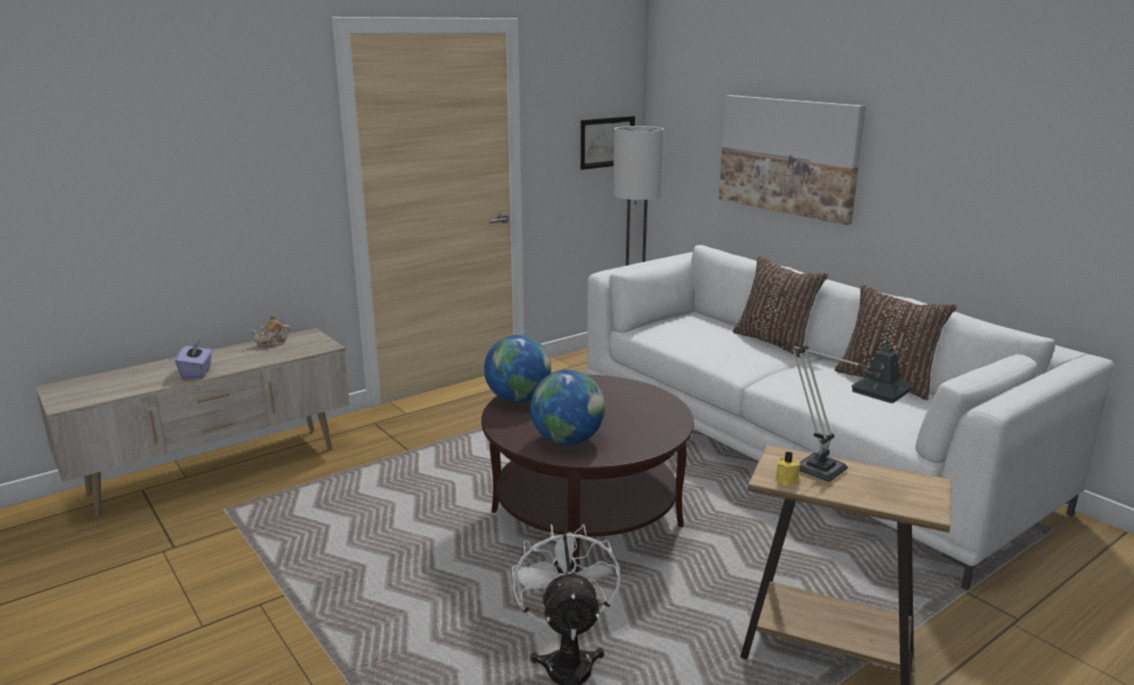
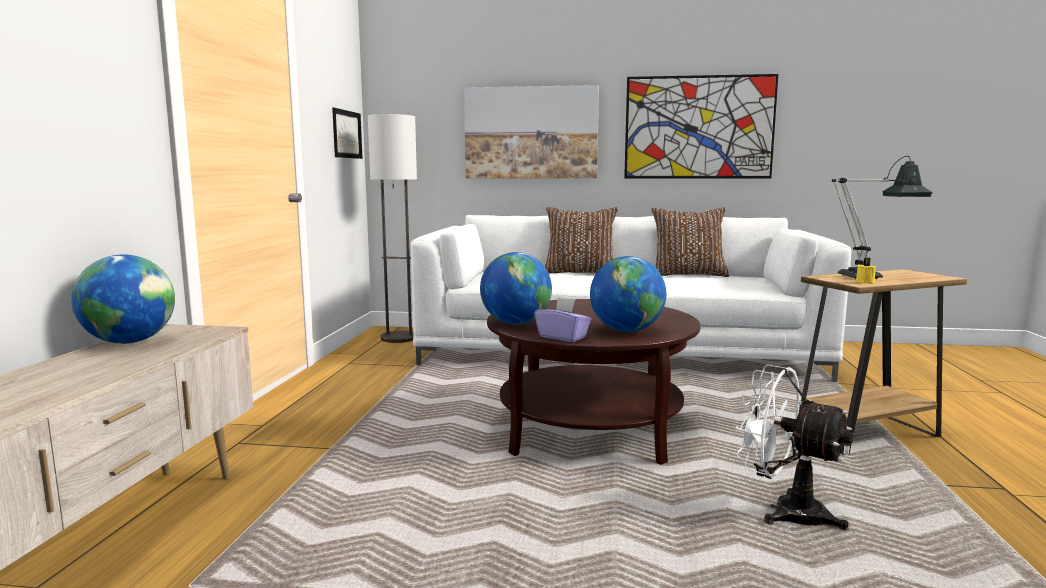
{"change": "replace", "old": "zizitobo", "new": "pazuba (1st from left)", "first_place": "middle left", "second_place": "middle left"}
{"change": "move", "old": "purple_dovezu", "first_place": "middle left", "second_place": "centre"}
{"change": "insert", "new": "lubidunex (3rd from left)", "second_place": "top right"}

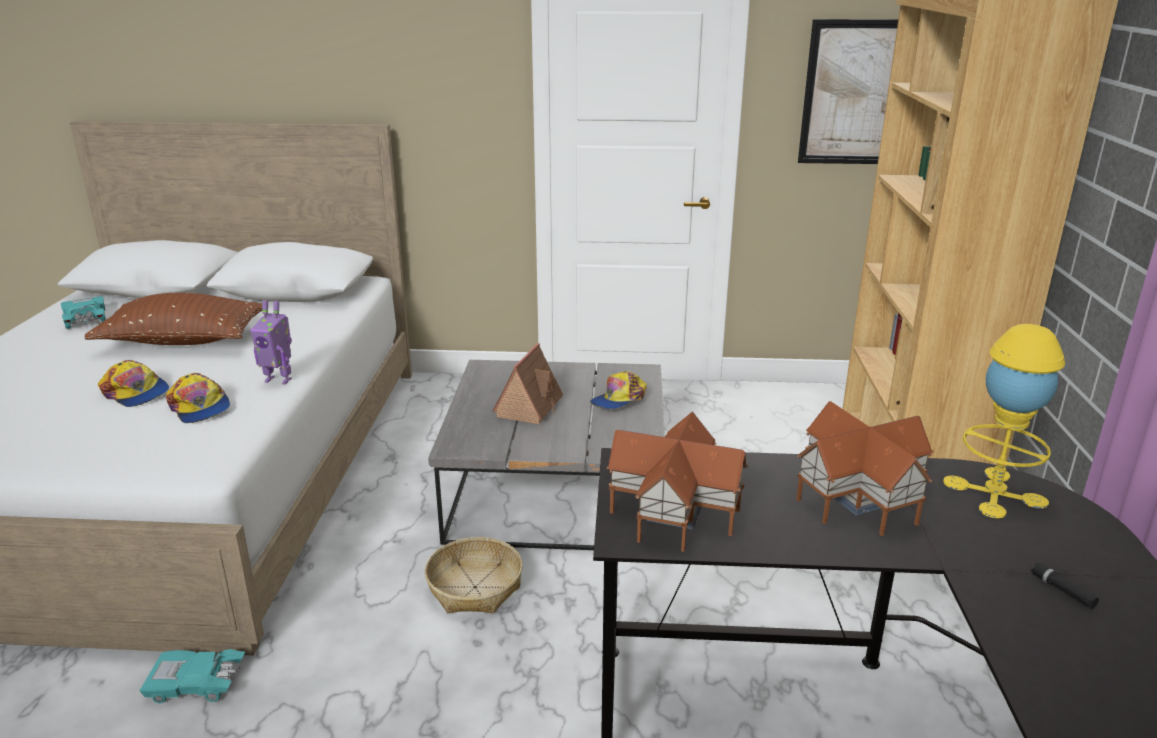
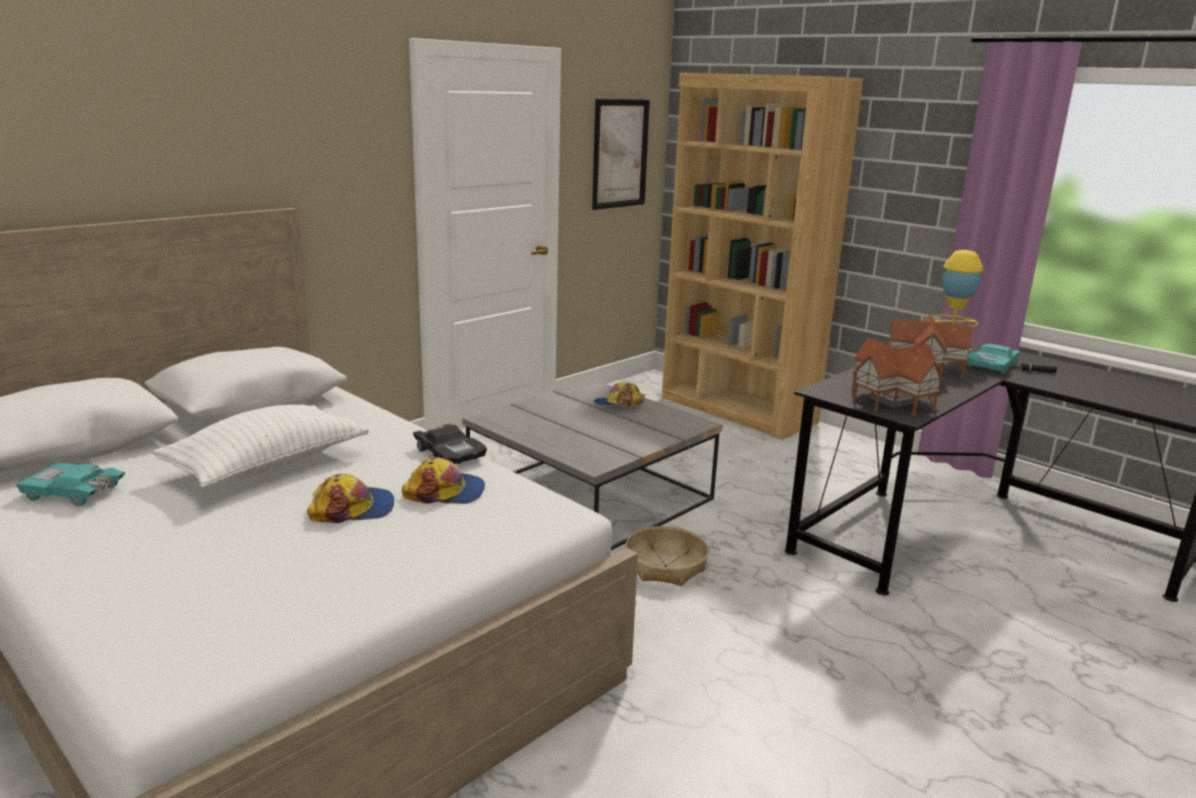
{"change": "recolor", "old": "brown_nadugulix", "new": "white_nadugulix", "first_place": "middle left", "second_place": "middle left"}
{"change": "replace", "old": "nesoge", "new": "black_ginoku", "first_place": "middle left", "second_place": "centre"}
{"change": "rotate", "old": "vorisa (3rd from left)", "first_place": "centre", "second_place": "centre", "degrees": 90}
{"change": "move", "old": "turquoise_ginoku (2nd from left)", "first_place": "bottom left", "second_place": "middle right"}
{"change": "delete", "old": "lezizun (1st from left)", "first_place": "centre"}

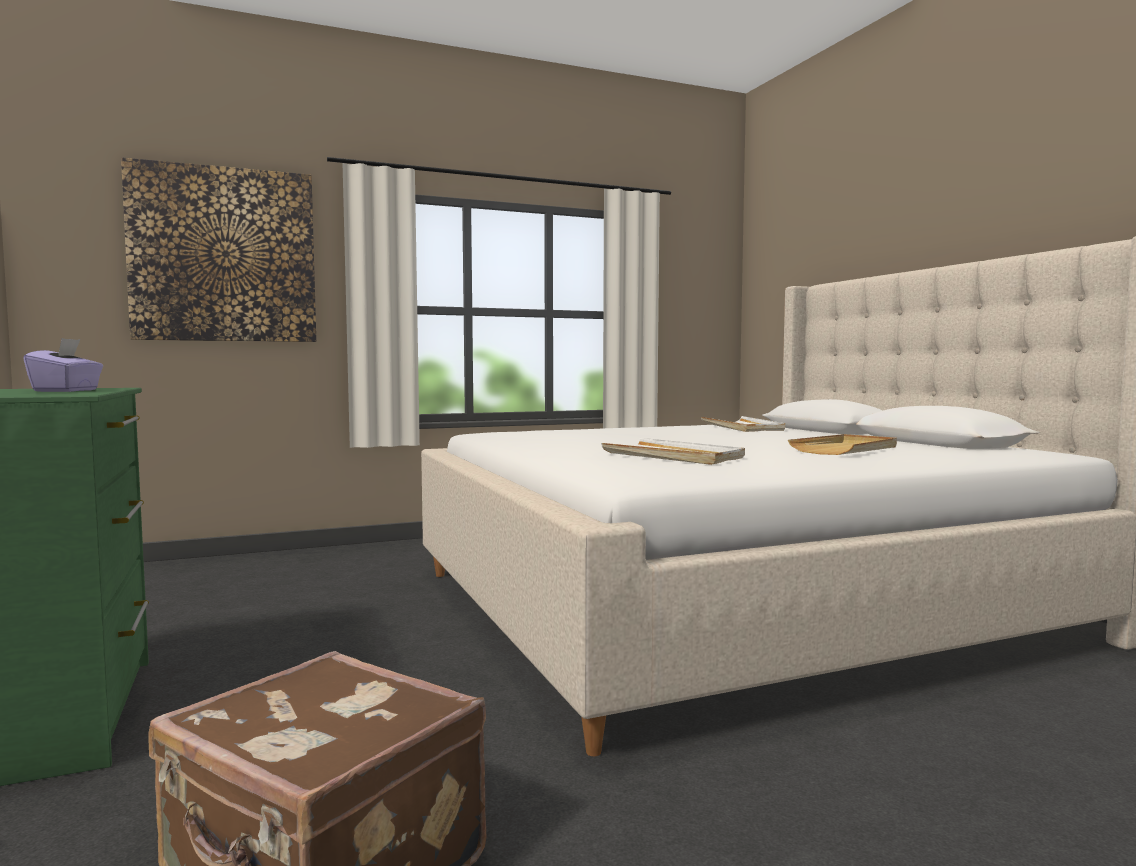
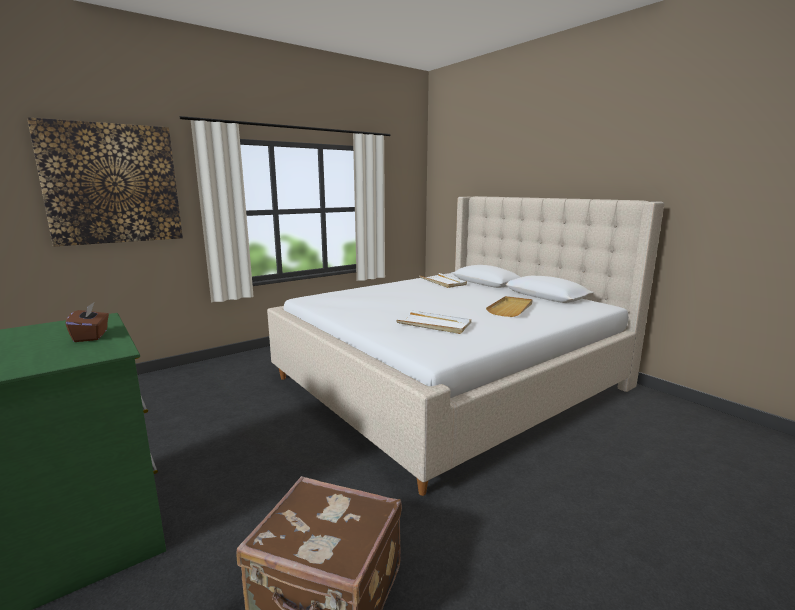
{"change": "recolor", "old": "purple_dovezu", "new": "brown_dovezu", "first_place": "middle left", "second_place": "middle left"}

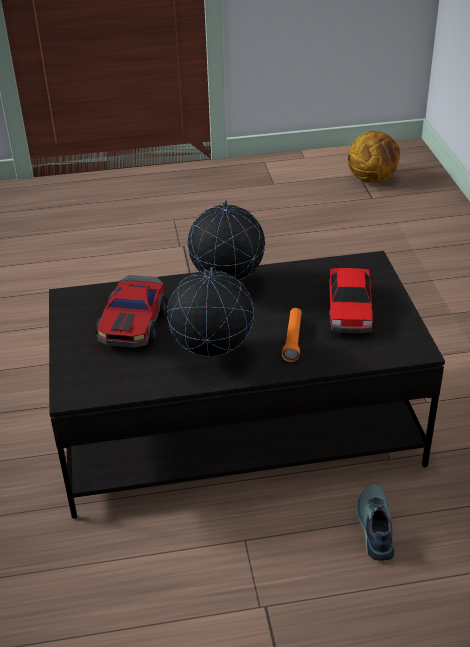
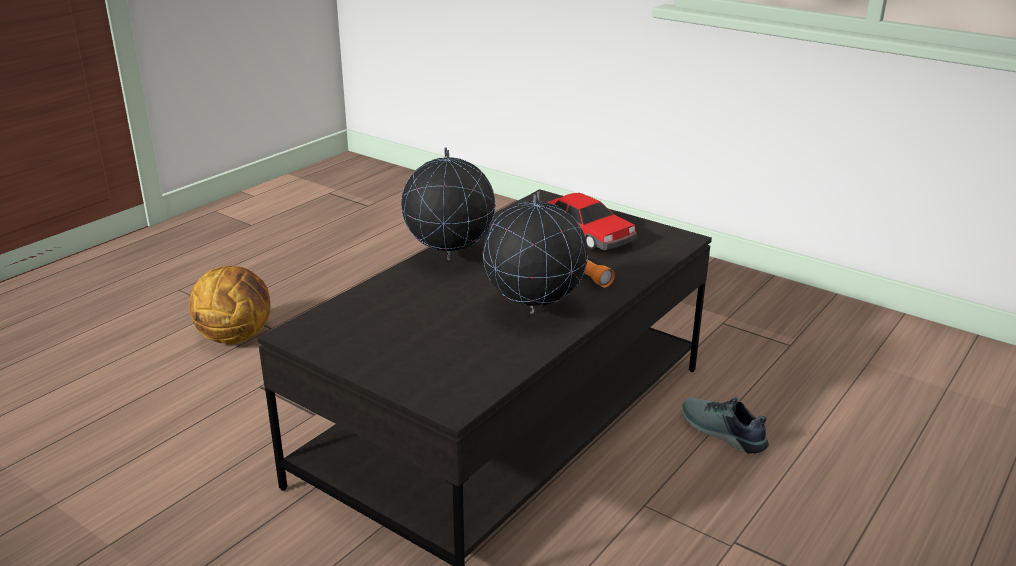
{"change": "move", "old": "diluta", "first_place": "top right", "second_place": "middle left"}
{"change": "delete", "old": "ginoku (1st from left)", "first_place": "middle left"}

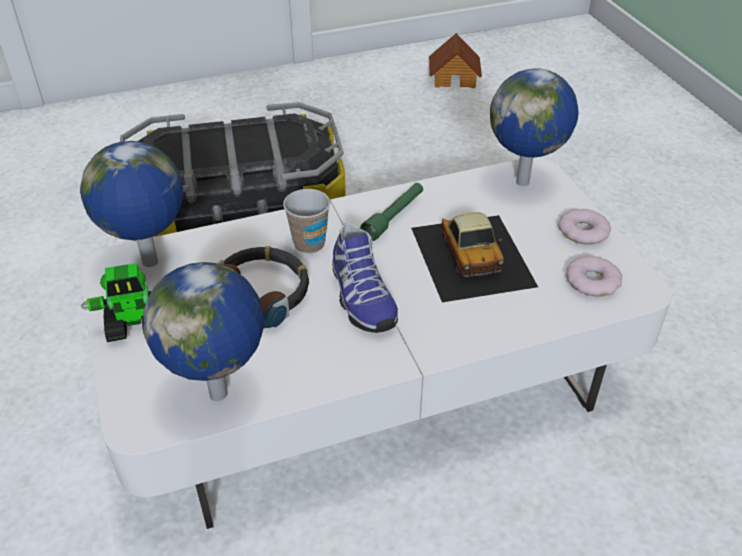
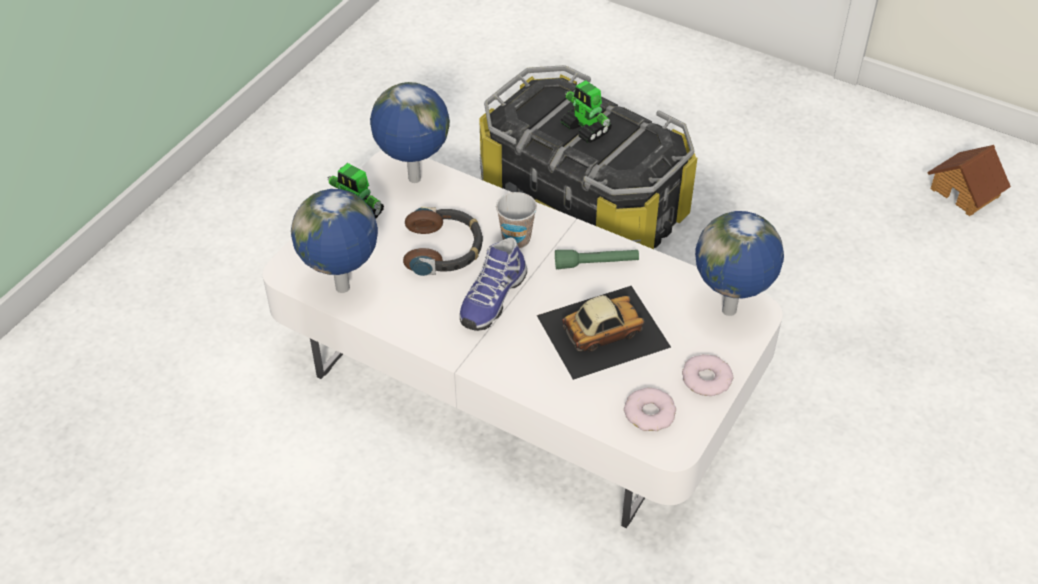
{"change": "rotate", "old": "ginoku", "first_place": "centre", "second_place": "centre", "degrees": -150}
{"change": "insert", "new": "nesoge (2nd from left)", "second_place": "top centre"}

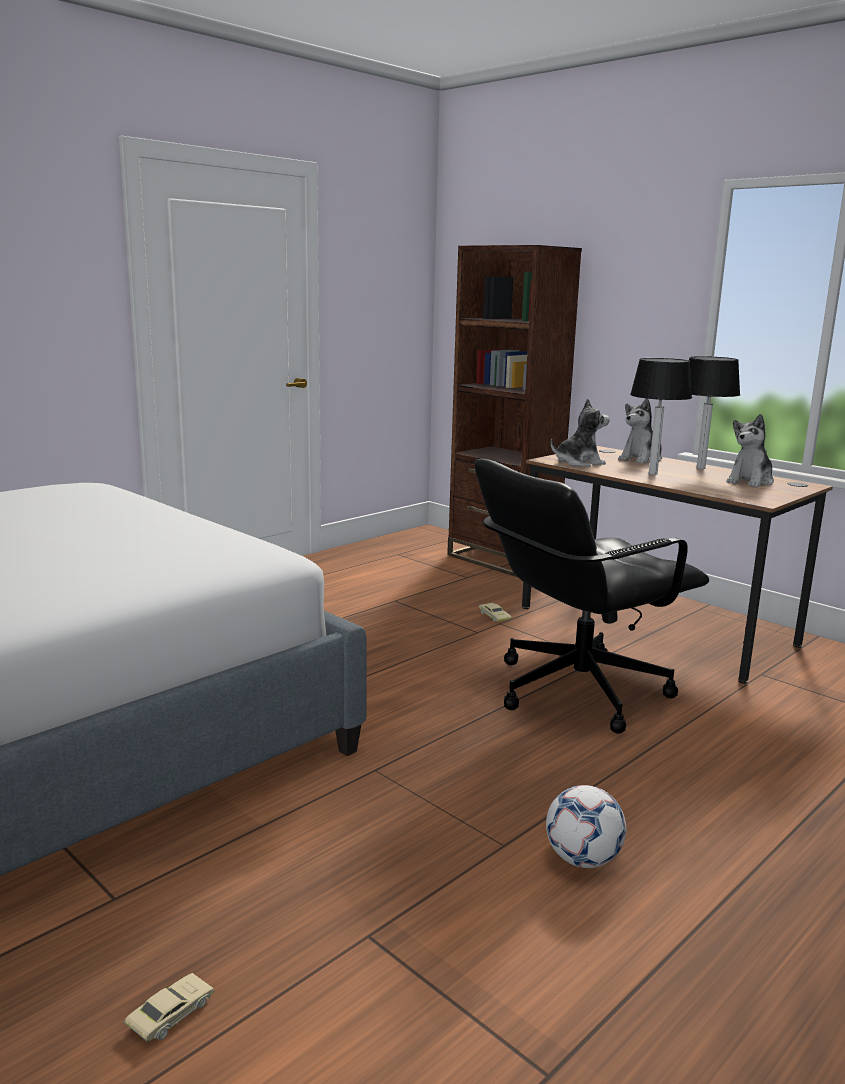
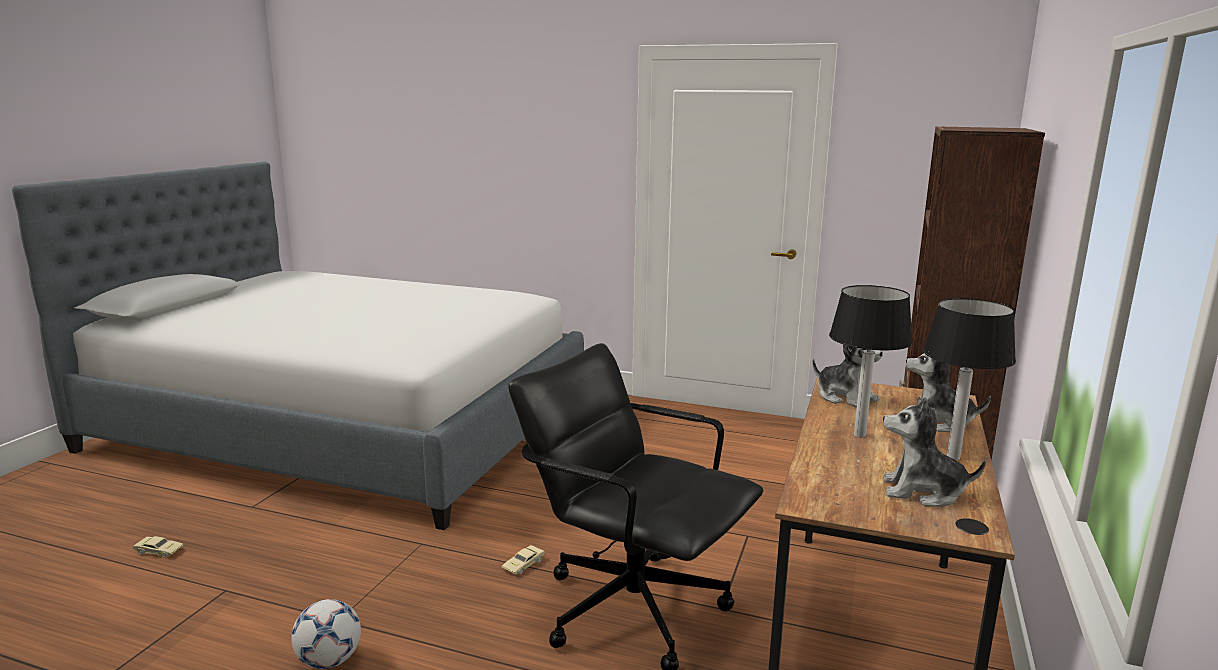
{"change": "move", "old": "beige_ginoku (2nd from left)", "first_place": "centre", "second_place": "bottom centre"}

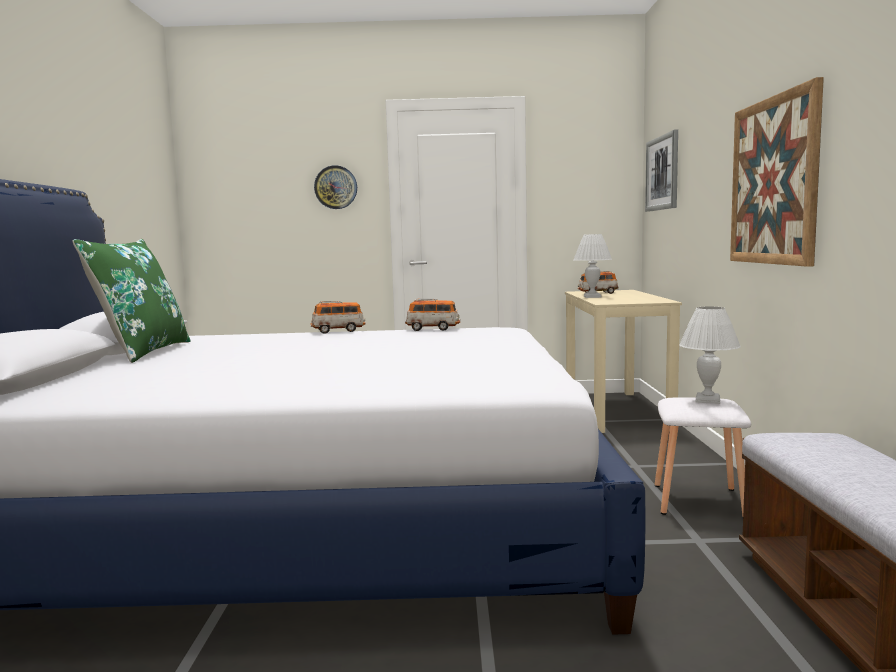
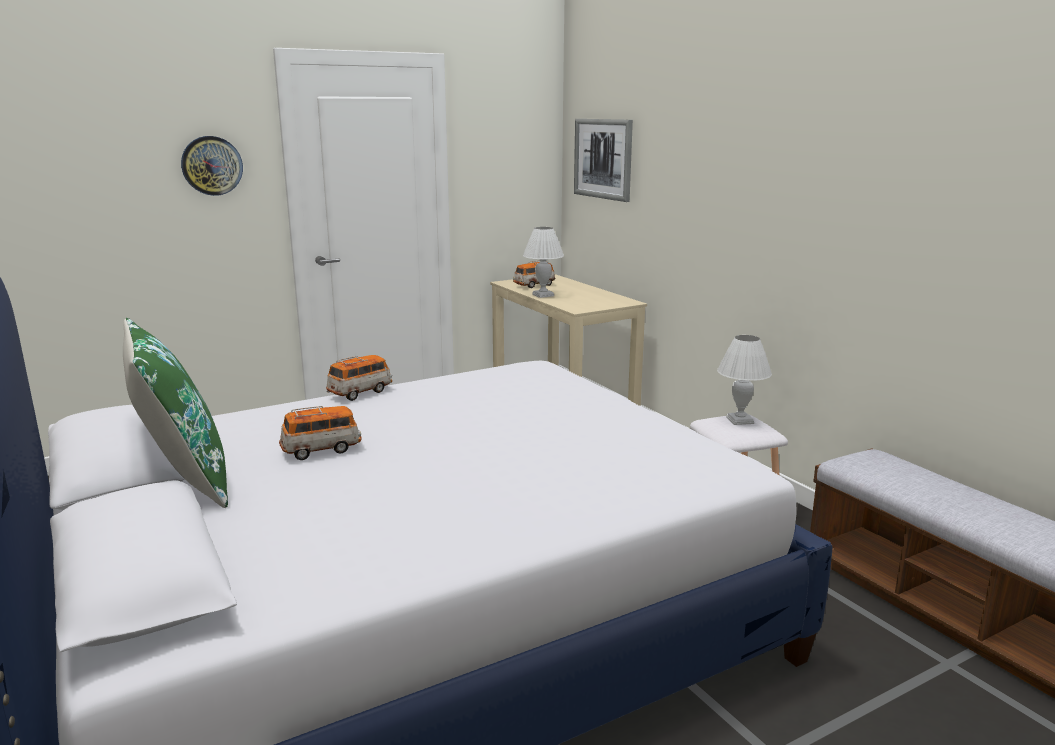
{"change": "move", "old": "ginoku (2nd from left in the first image)", "new": "ginoku (1st from left)", "first_place": "centre", "second_place": "middle left"}
{"change": "delete", "old": "lubidunex (2nd from left)", "first_place": "top right"}

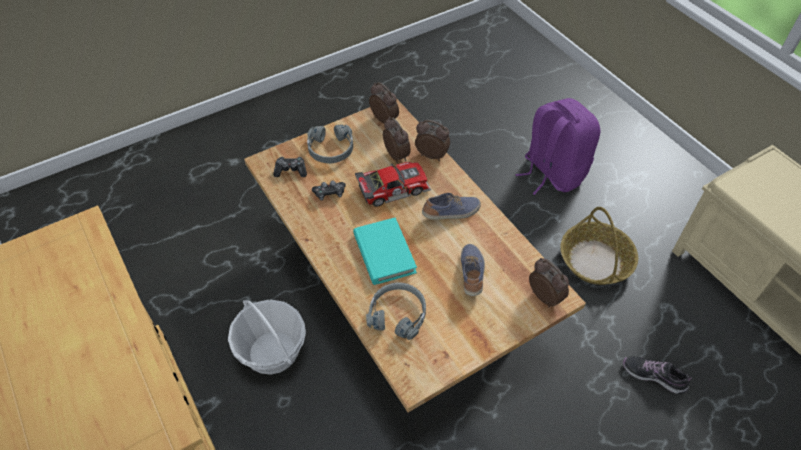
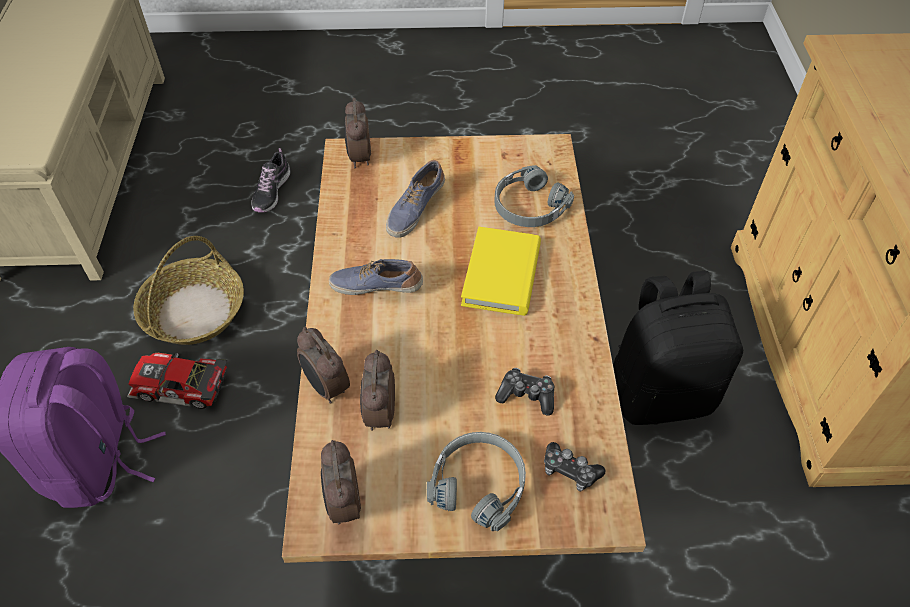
{"change": "move", "old": "ginoku", "first_place": "centre", "second_place": "middle left"}
{"change": "rotate", "old": "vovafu (3rd from left in the first image)", "first_place": "bottom right", "second_place": "top left", "degrees": 45}
{"change": "recolor", "old": "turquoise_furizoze", "new": "yellow_furizoze", "first_place": "centre", "second_place": "centre"}
{"change": "replace", "old": "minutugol (1st from left)", "new": "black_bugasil", "first_place": "bottom centre", "second_place": "middle right"}

